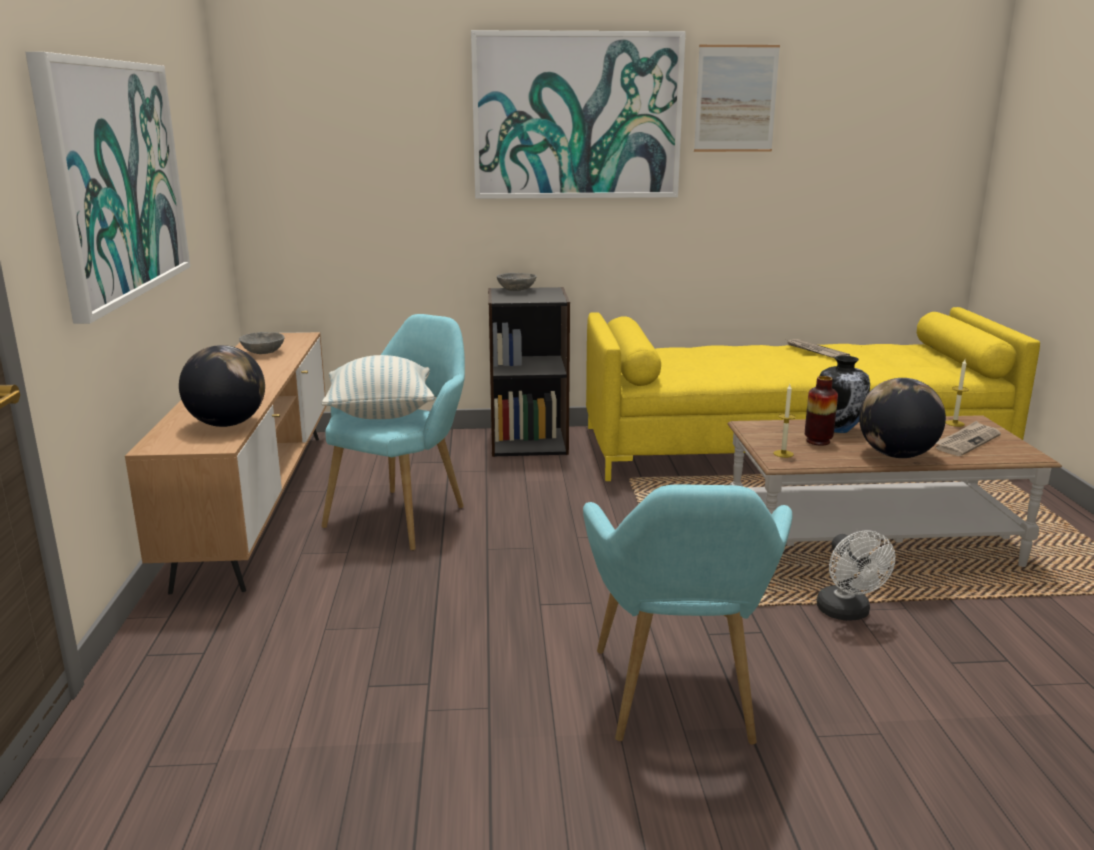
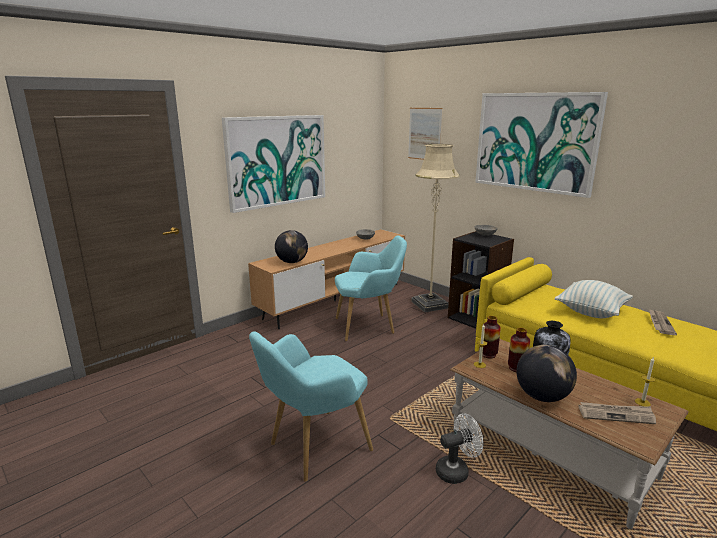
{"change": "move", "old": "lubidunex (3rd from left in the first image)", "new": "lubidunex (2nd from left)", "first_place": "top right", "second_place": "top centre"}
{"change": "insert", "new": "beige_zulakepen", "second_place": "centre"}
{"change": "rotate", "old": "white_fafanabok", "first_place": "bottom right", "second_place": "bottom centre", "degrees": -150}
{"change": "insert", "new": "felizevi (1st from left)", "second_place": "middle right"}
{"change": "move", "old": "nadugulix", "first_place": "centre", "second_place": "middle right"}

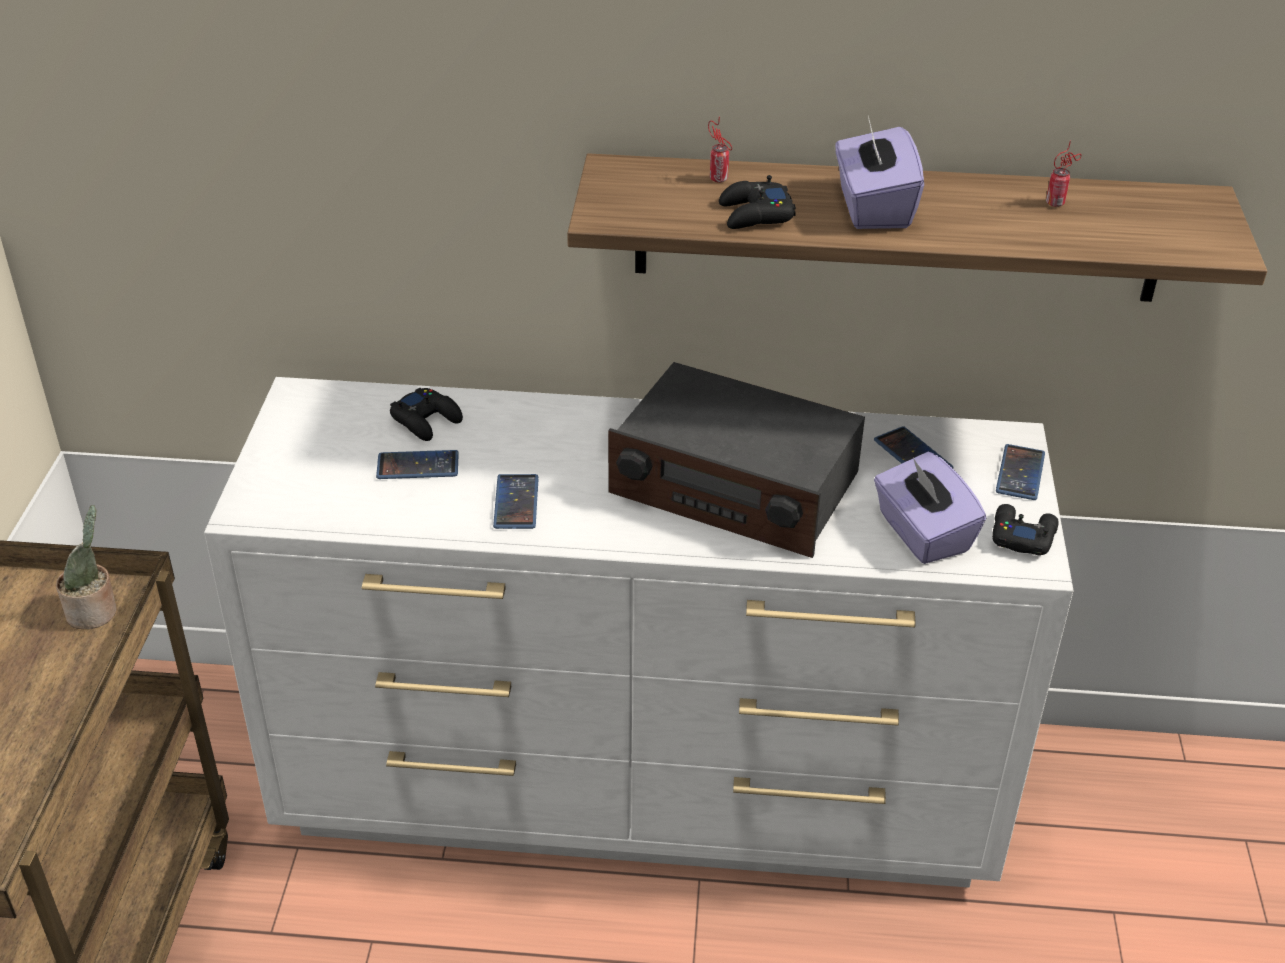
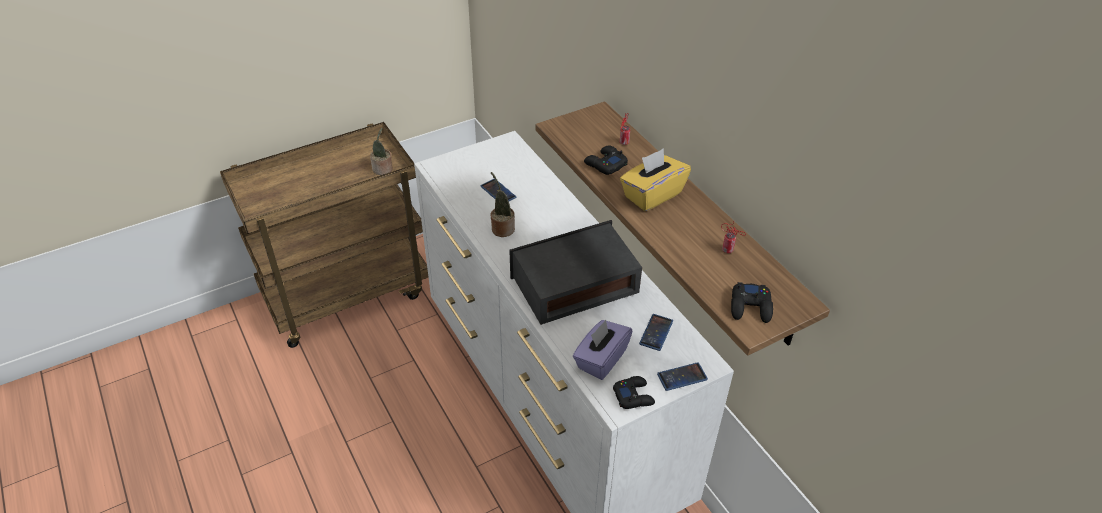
{"change": "replace", "old": "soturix (2nd from left)", "new": "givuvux (2nd from left)", "first_place": "centre", "second_place": "centre"}
{"change": "rotate", "old": "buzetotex", "first_place": "centre", "second_place": "centre", "degrees": 75}
{"change": "recolor", "old": "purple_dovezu (1st from left)", "new": "yellow_dovezu", "first_place": "top right", "second_place": "centre"}
{"change": "move", "old": "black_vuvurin (1st from left in the first image)", "new": "black_vuvurin (3rd from left)", "first_place": "middle left", "second_place": "middle right"}

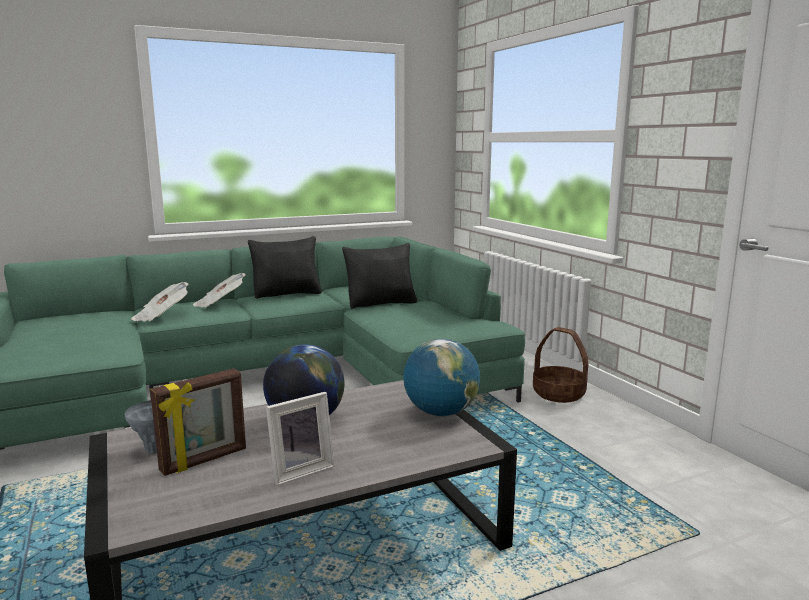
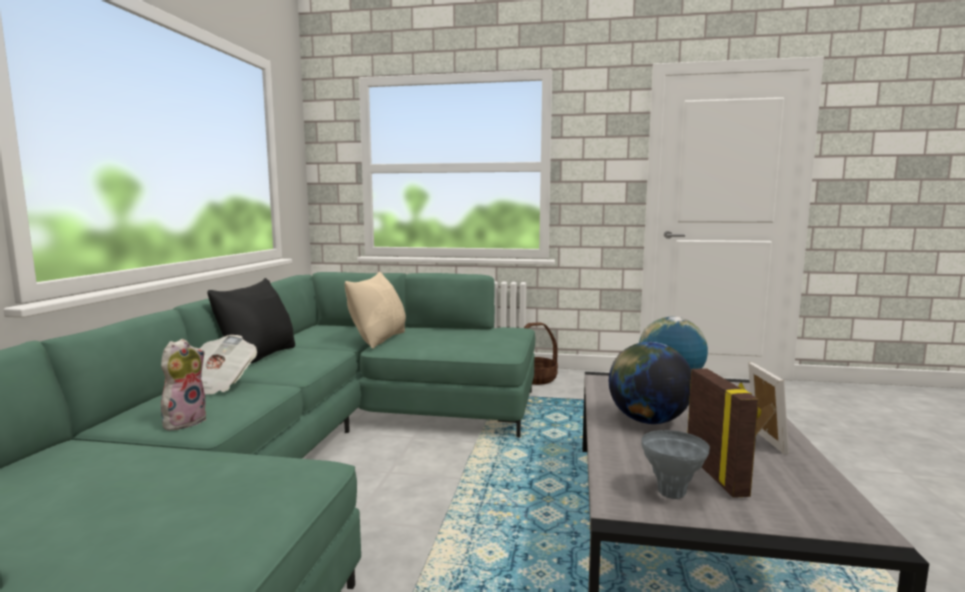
{"change": "replace", "old": "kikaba (1st from left)", "new": "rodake", "first_place": "middle left", "second_place": "middle left"}
{"change": "recolor", "old": "black_nadugulix (2nd from left)", "new": "beige_nadugulix", "first_place": "centre", "second_place": "centre"}

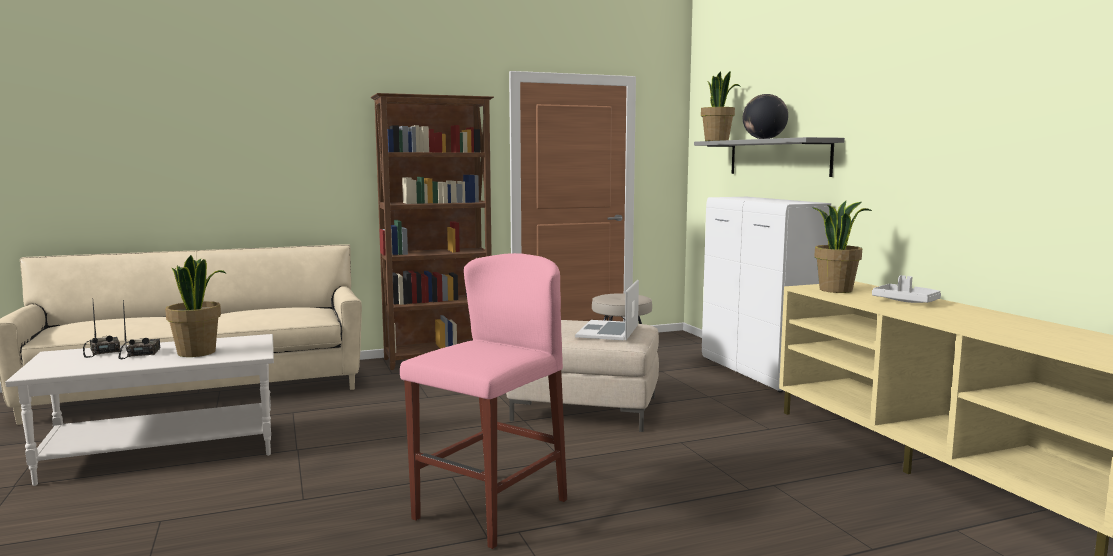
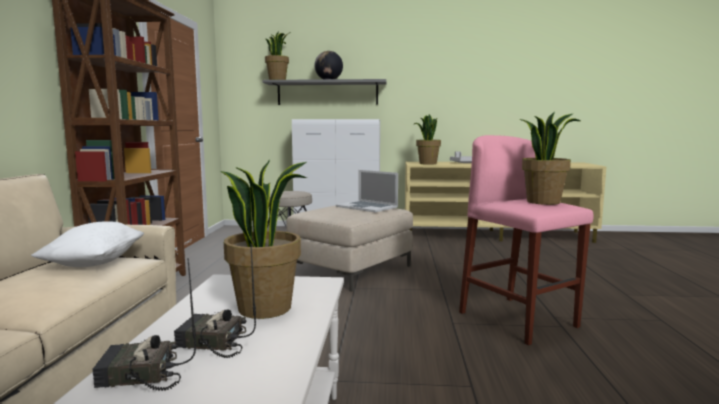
{"change": "insert", "new": "white_nadugulix", "second_place": "middle left"}
{"change": "insert", "new": "givuvux (4th from left)", "second_place": "middle right"}

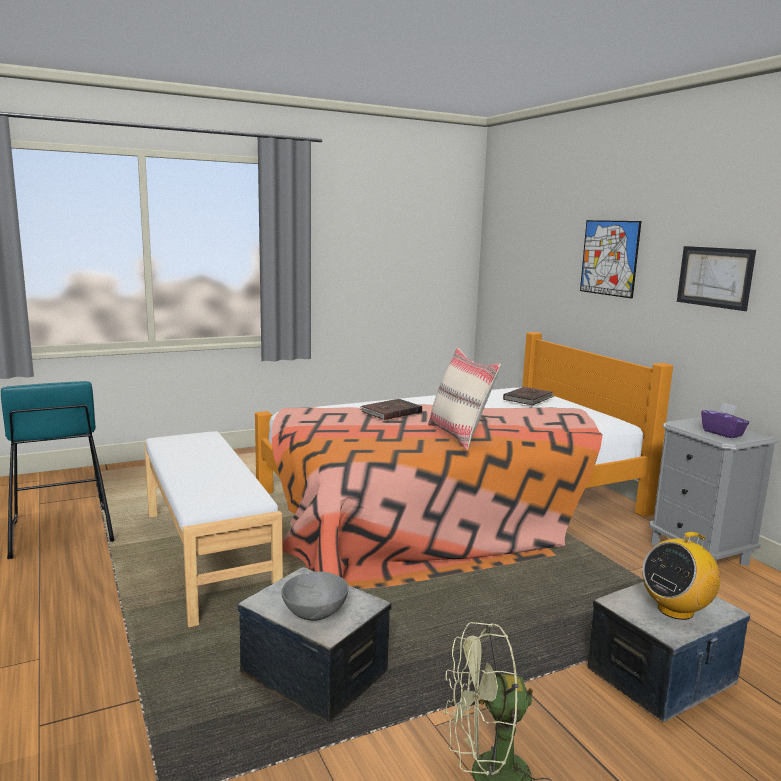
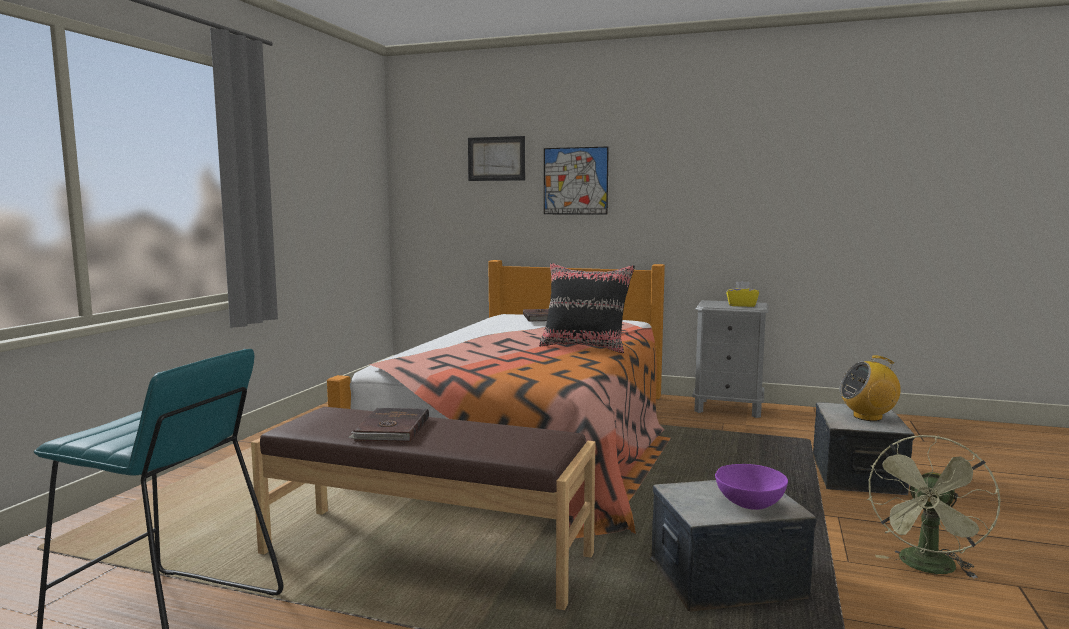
{"change": "recolor", "old": "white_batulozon", "new": "brown_batulozon", "first_place": "bottom left", "second_place": "bottom centre"}
{"change": "move", "old": "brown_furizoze (1st from left)", "first_place": "centre", "second_place": "bottom centre"}
{"change": "move", "old": "lubidunex (2nd from left in the first image)", "new": "lubidunex (1st from left)", "first_place": "middle right", "second_place": "top centre"}
{"change": "recolor", "old": "beige_nadugulix", "new": "black_nadugulix", "first_place": "centre", "second_place": "centre"}
{"change": "recolor", "old": "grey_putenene", "new": "purple_putenene", "first_place": "bottom centre", "second_place": "bottom right"}
{"change": "recolor", "old": "purple_dovezu", "new": "yellow_dovezu", "first_place": "middle right", "second_place": "middle right"}
{"change": "rotate", "old": "buzetotex", "first_place": "bottom right", "second_place": "middle right", "degrees": 75}

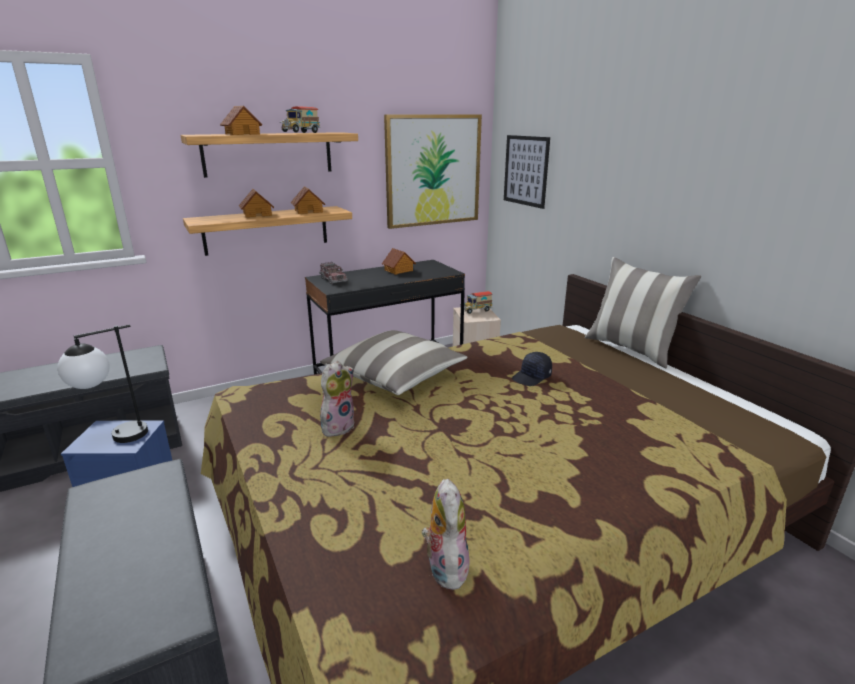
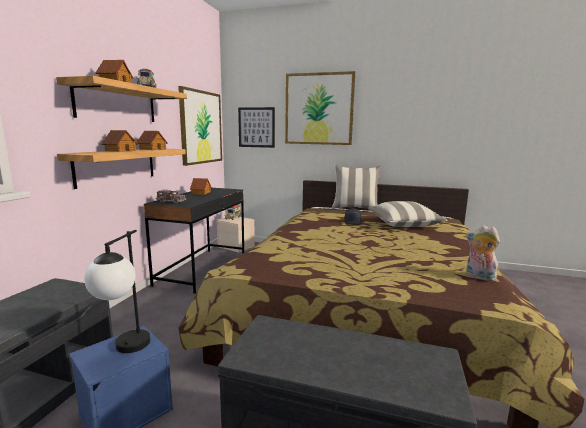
{"change": "insert", "new": "lubidunex (3rd from left)", "second_place": "top centre"}
{"change": "move", "old": "nadugulix (1st from left in the first image)", "new": "nadugulix (2nd from left)", "first_place": "centre", "second_place": "middle right"}
{"change": "delete", "old": "rodake (1st from left)", "first_place": "centre"}

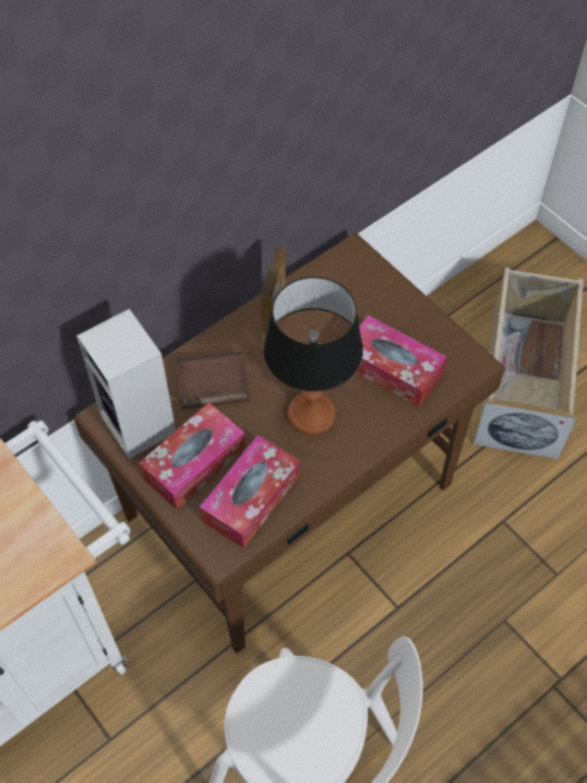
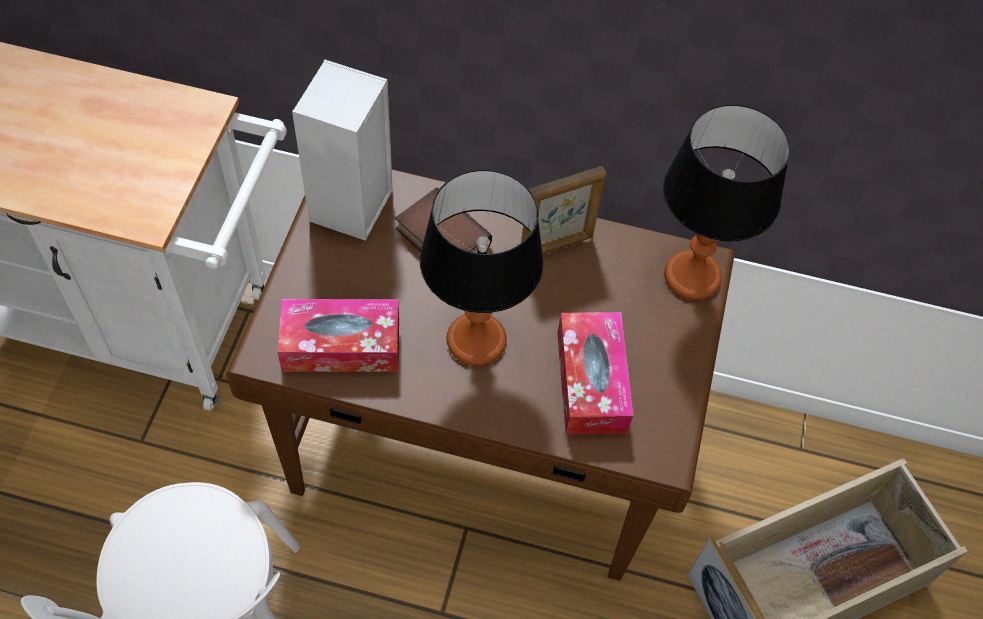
{"change": "insert", "new": "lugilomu (2nd from left)", "second_place": "top right"}
{"change": "delete", "old": "dovezu (1st from left)", "first_place": "middle left"}

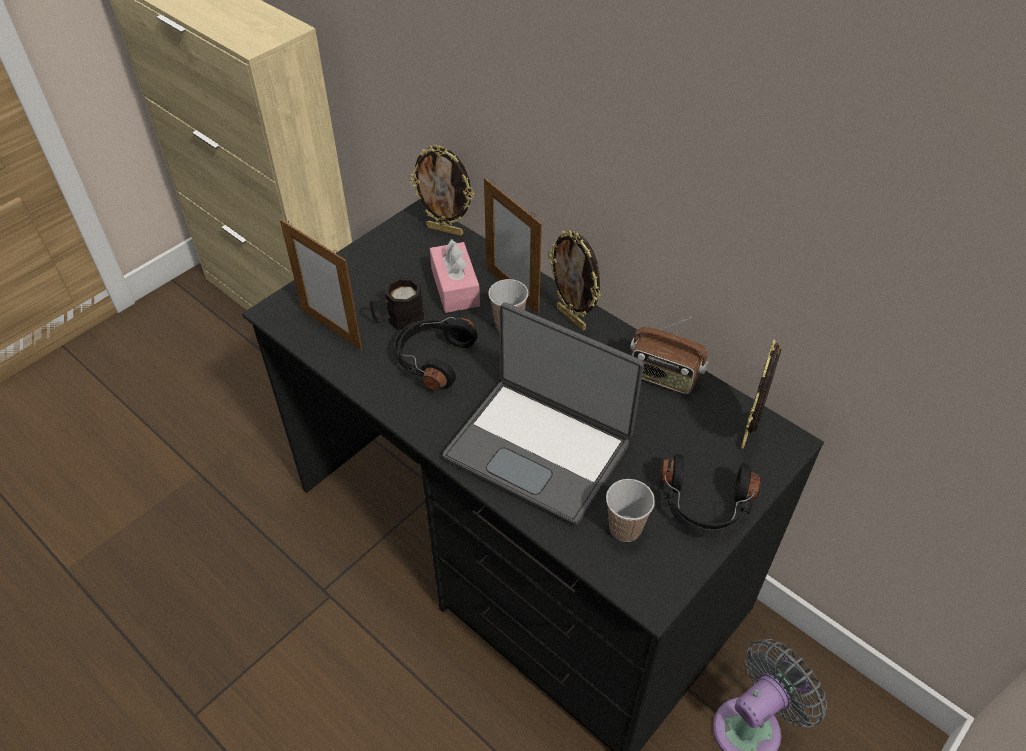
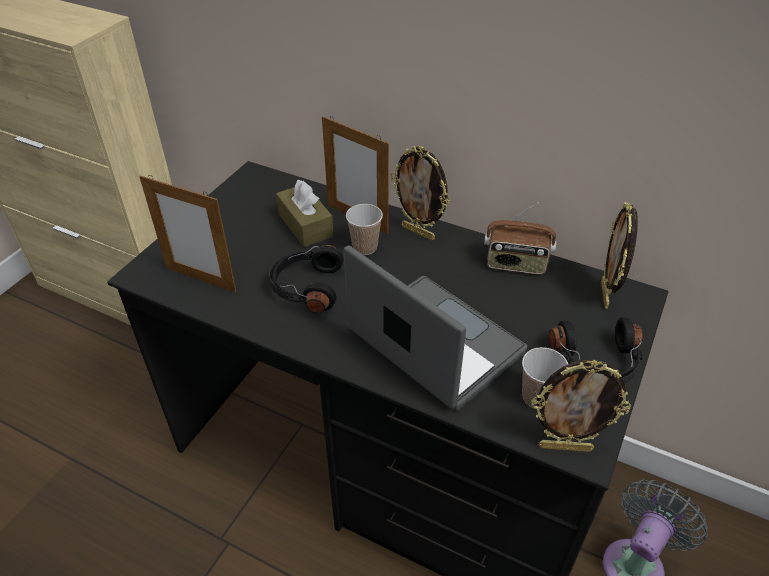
{"change": "recolor", "old": "pink_dovezu", "new": "brown_dovezu", "first_place": "centre", "second_place": "centre"}
{"change": "rotate", "old": "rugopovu", "first_place": "centre", "second_place": "centre", "degrees": -150}
{"change": "move", "old": "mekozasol (2nd from left in the first image)", "new": "mekozasol (4th from left)", "first_place": "top centre", "second_place": "bottom right"}
{"change": "delete", "old": "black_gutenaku", "first_place": "centre"}

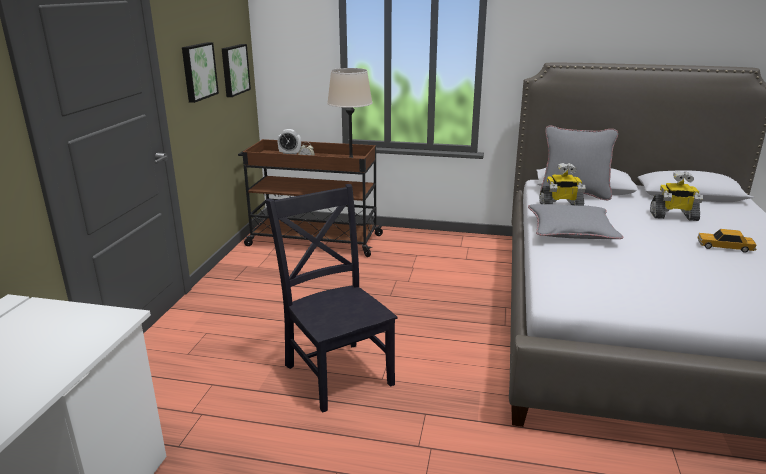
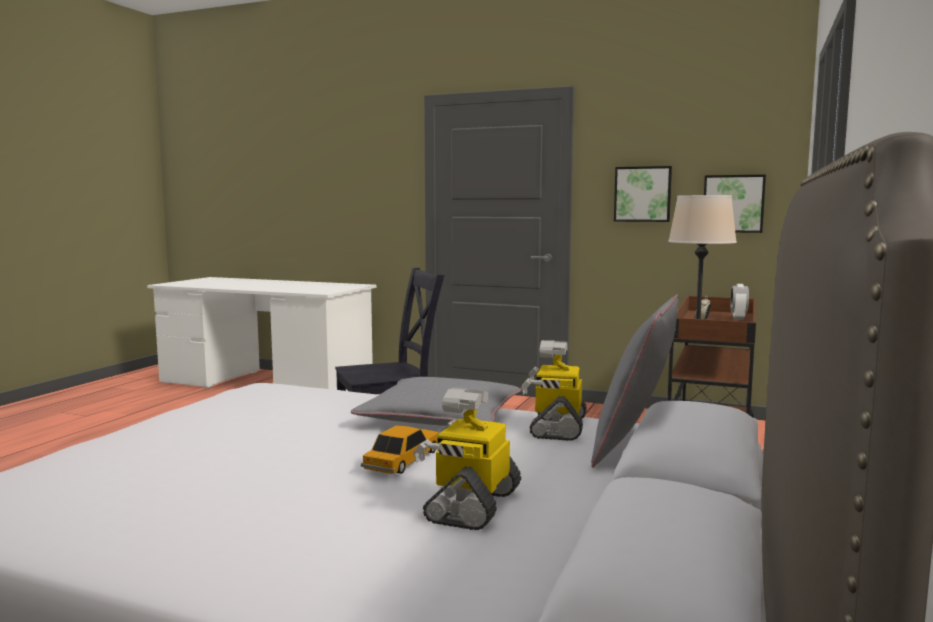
{"change": "move", "old": "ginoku", "first_place": "middle right", "second_place": "bottom centre"}

